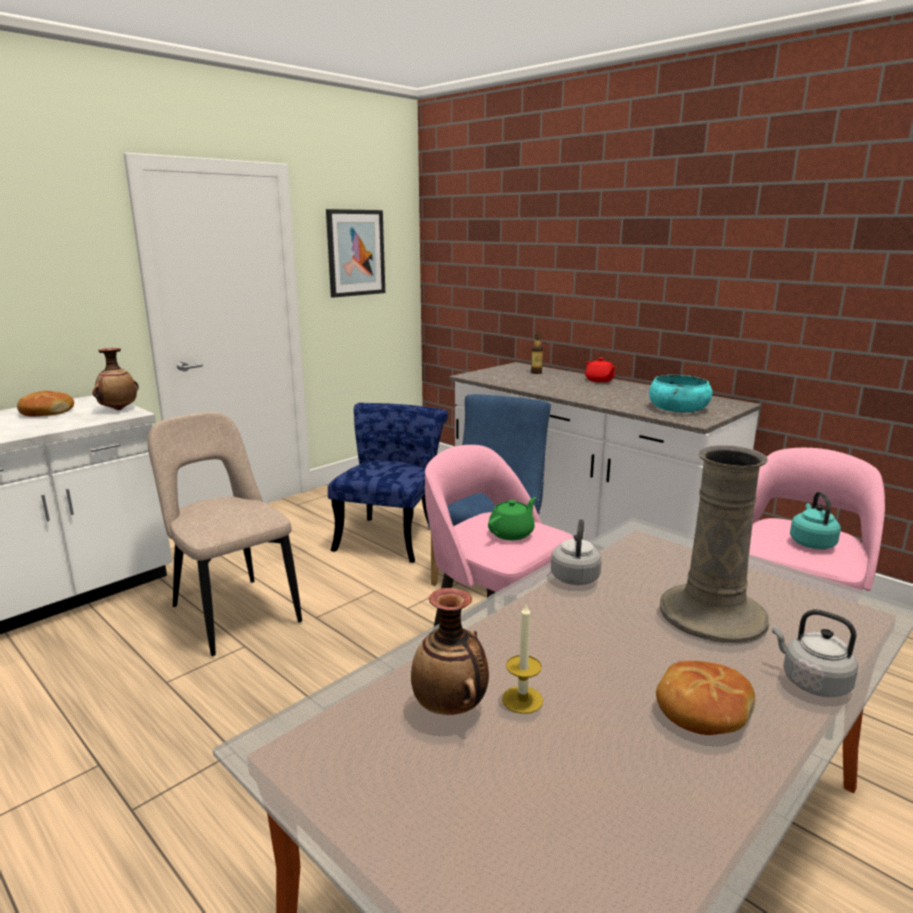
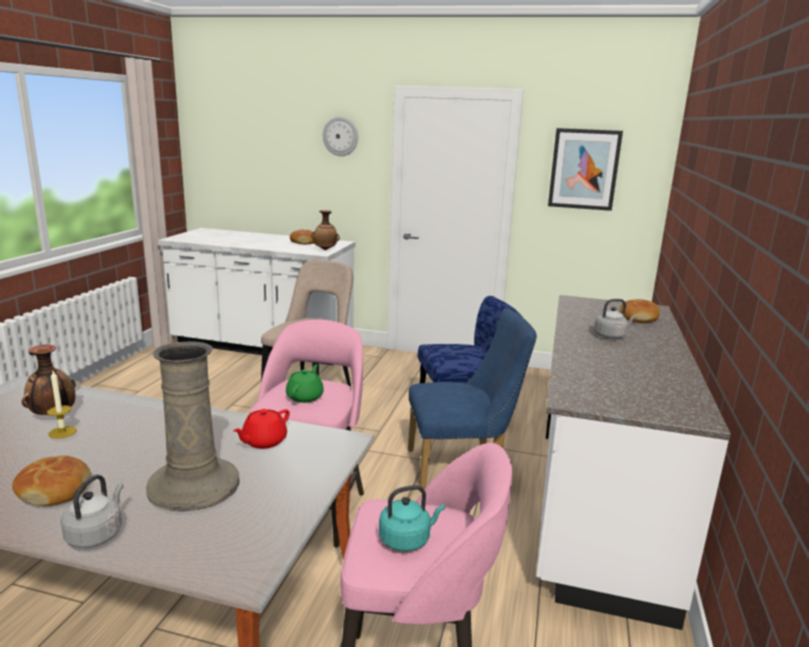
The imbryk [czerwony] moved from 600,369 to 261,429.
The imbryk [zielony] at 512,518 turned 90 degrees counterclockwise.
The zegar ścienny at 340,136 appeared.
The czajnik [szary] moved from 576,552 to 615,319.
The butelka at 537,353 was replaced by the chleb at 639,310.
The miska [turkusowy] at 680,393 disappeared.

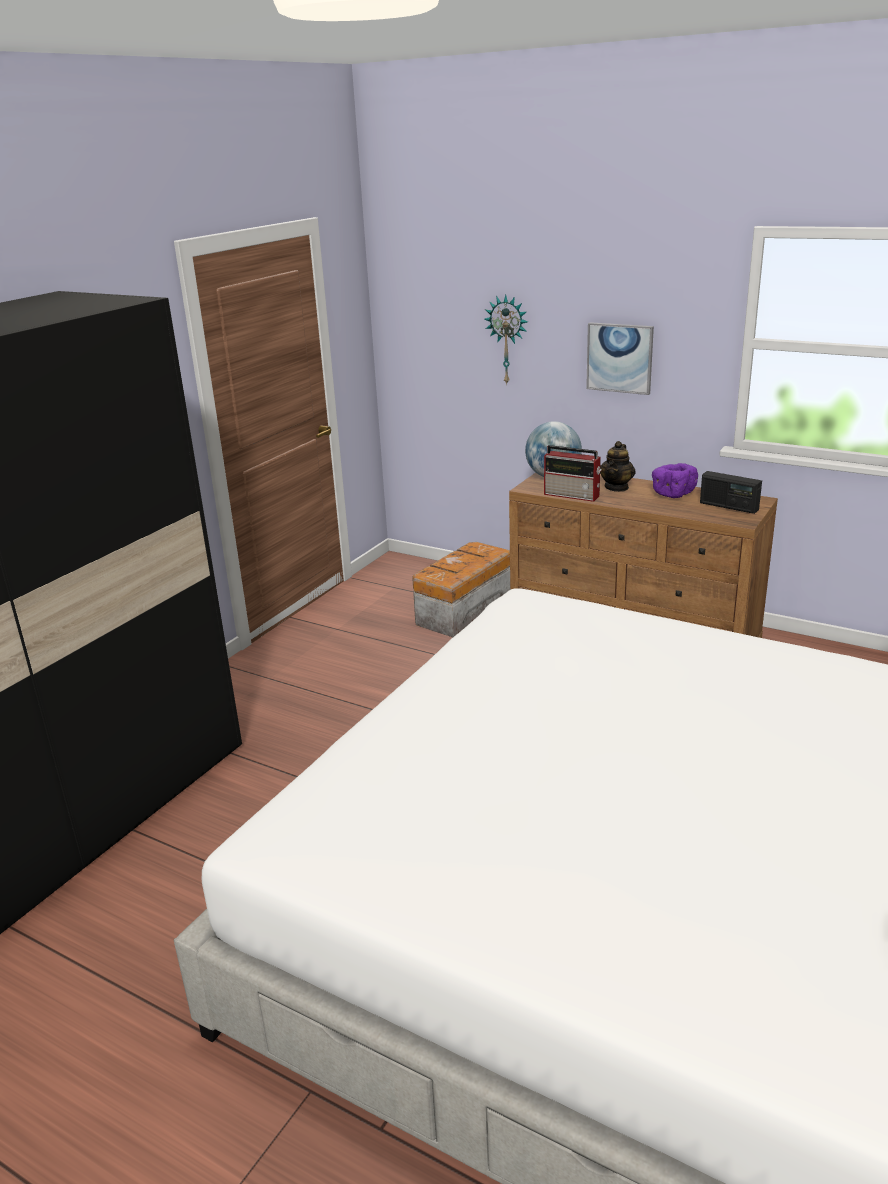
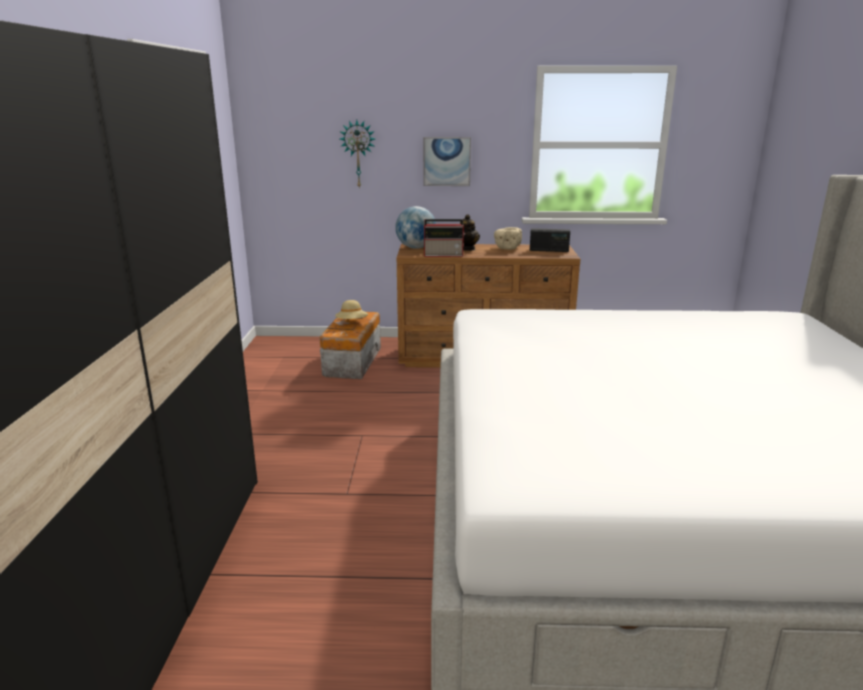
The kapelusz [beżowy] at 351,309 appeared.
The miska [fioletowy] at 675,480 became the miska [beżowy] at 508,238.

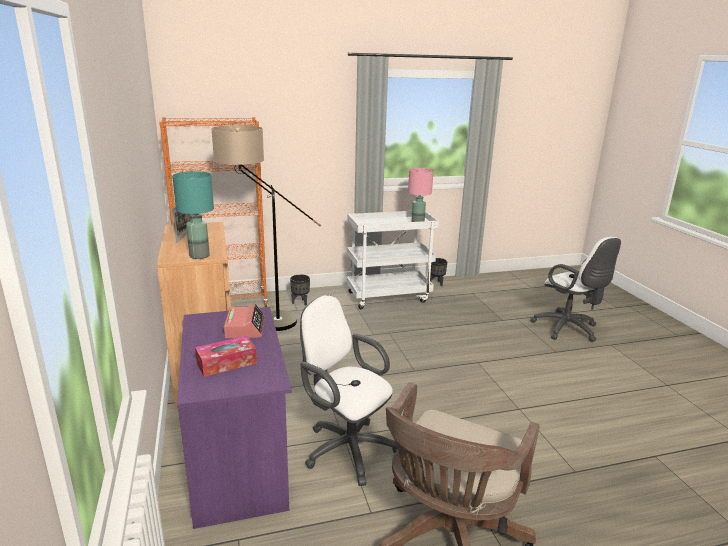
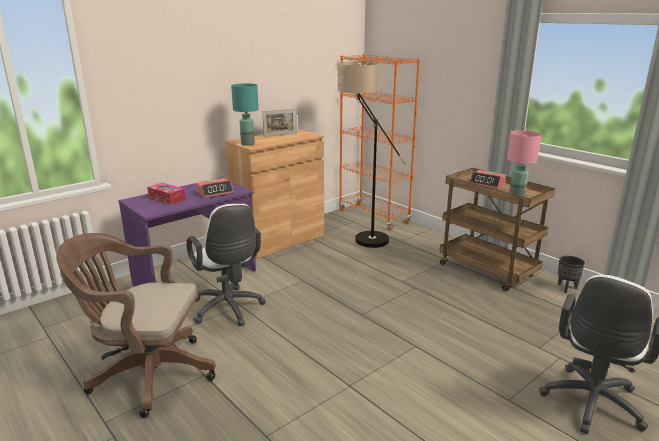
The krzesło biurowe [biały] at 349,390 turned 135 degrees clockwise.
The wózek [biały] at 393,260 became the wózek [brązowy] at 497,229.
The budzik at 487,179 appeared.
The donica [czarny] at 300,290 disappeared.

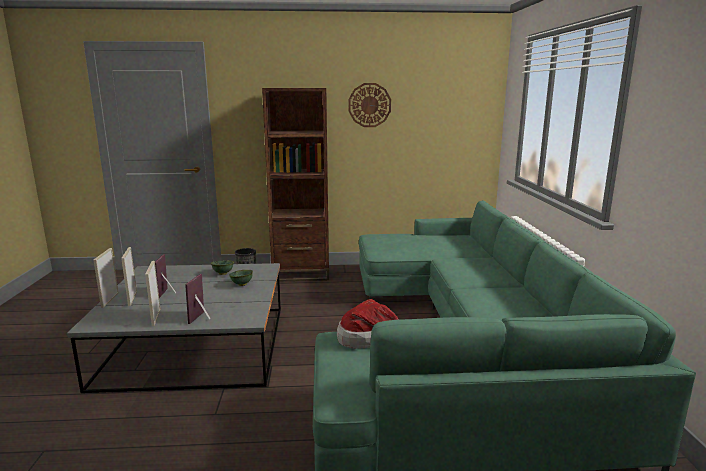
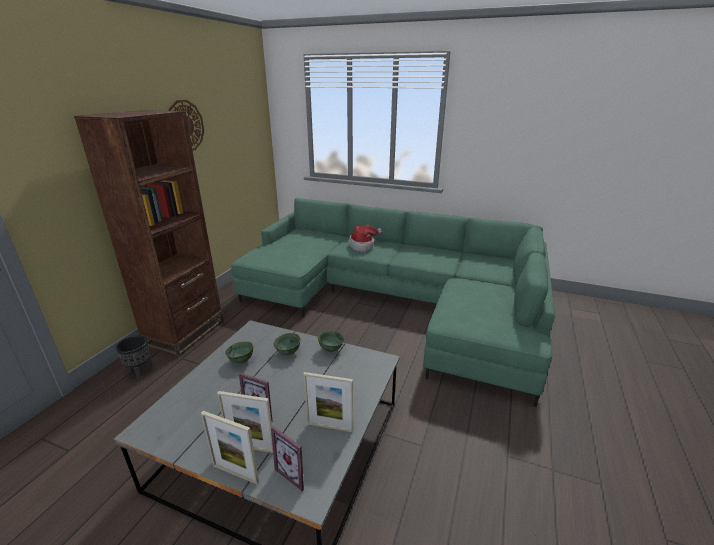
The ramka na zdjęcie moved from 198,299 to 287,458.
The miska [zielony] at 331,341 appeared.
The kapelusz moved from 368,324 to 365,238.

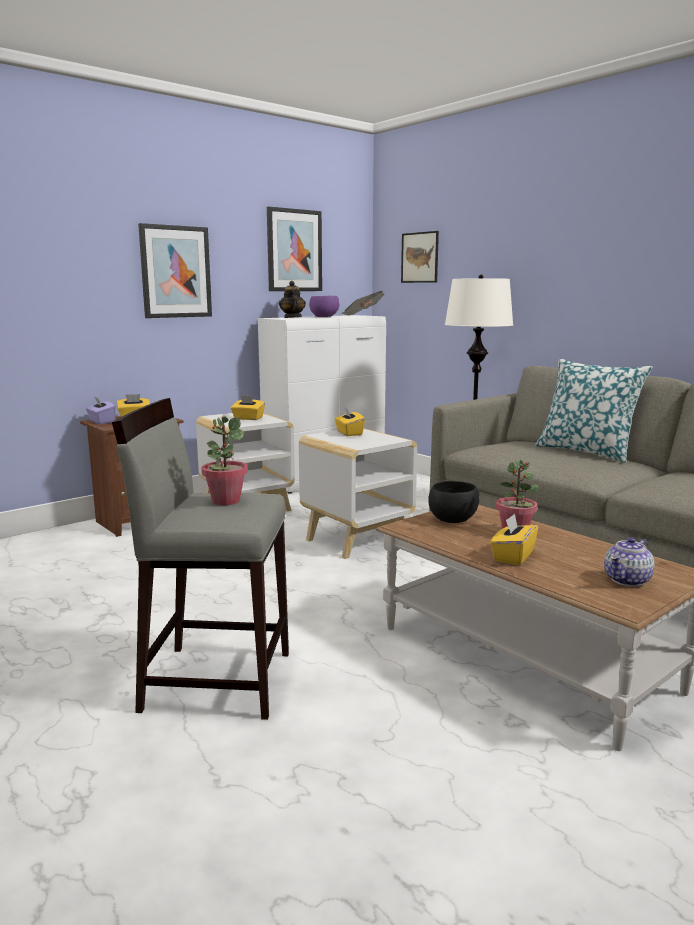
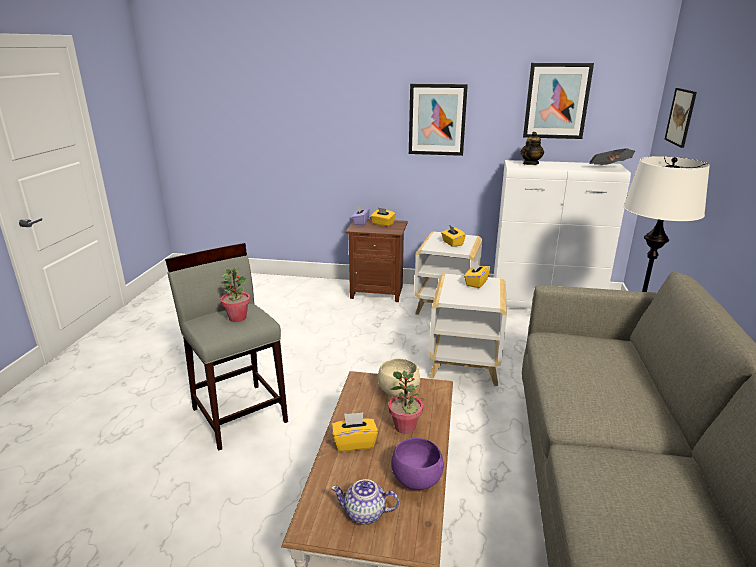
The miska [czarny] at 453,502 became the miska [beżowy] at 399,377.
The miska [fioletowy] moved from 324,306 to 418,464.
The poduszka at 593,411 disappeared.

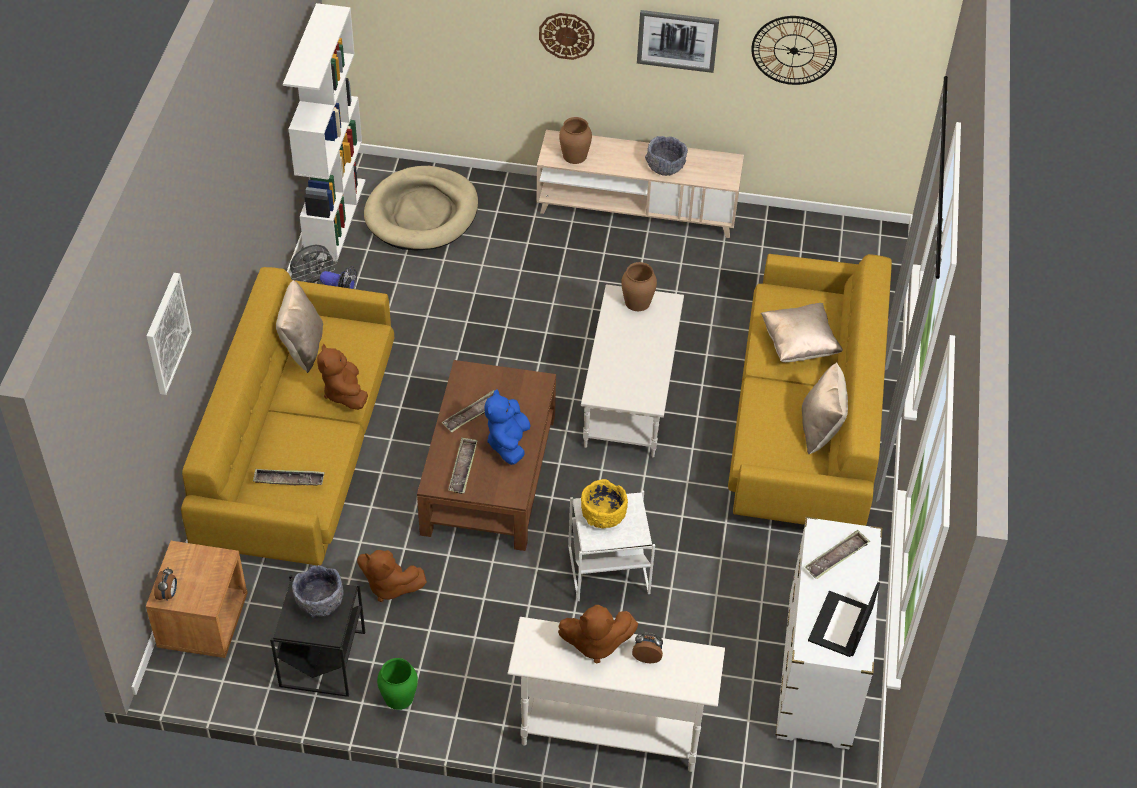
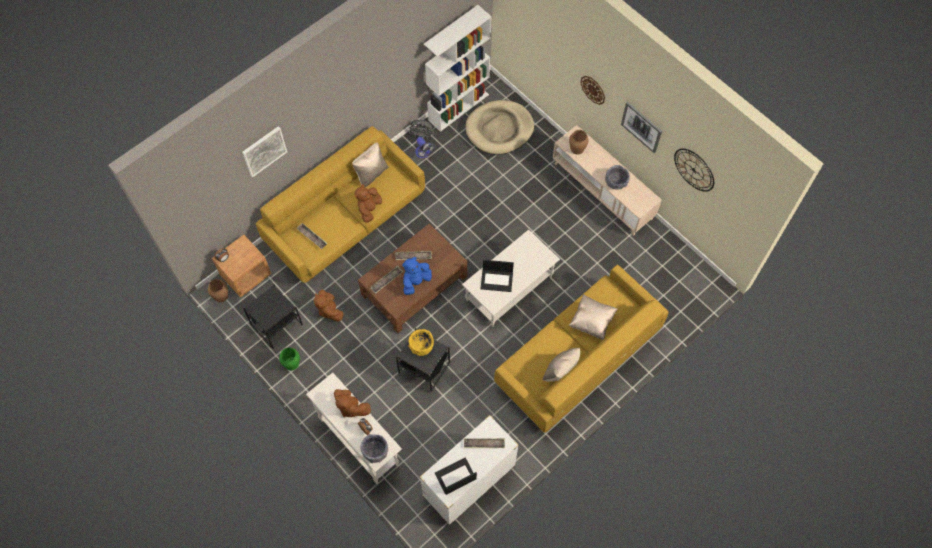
The wazon [brązowy] moved from 639,286 to 218,290.
The miska [szary] moved from 318,591 to 374,448.
The stolik [biały] at 611,545 became the stolik [czarny] at 423,360.
The laptop at 497,276 appeared.

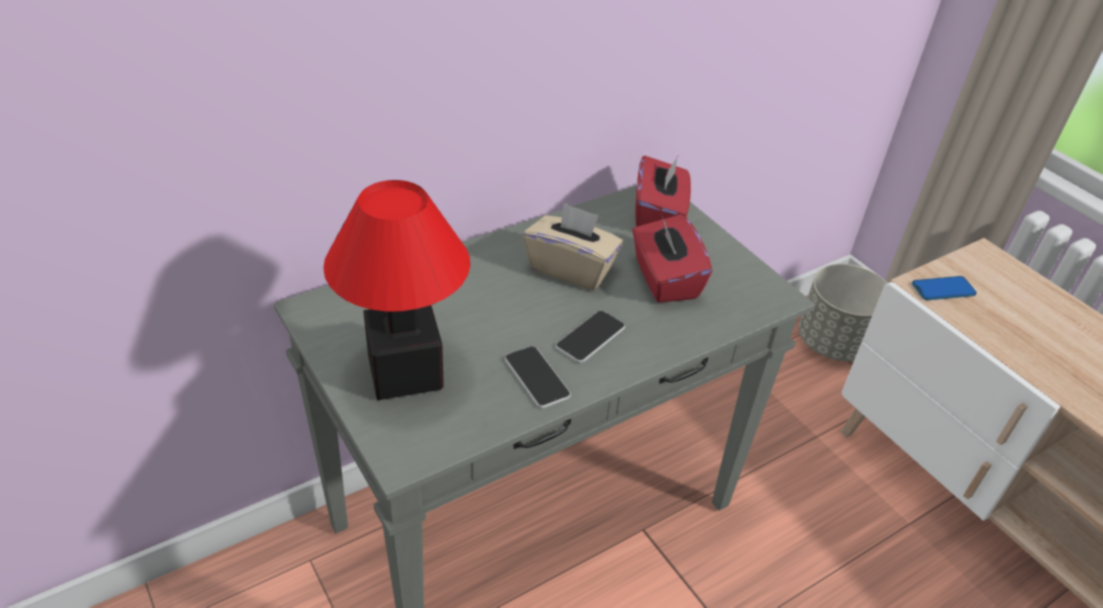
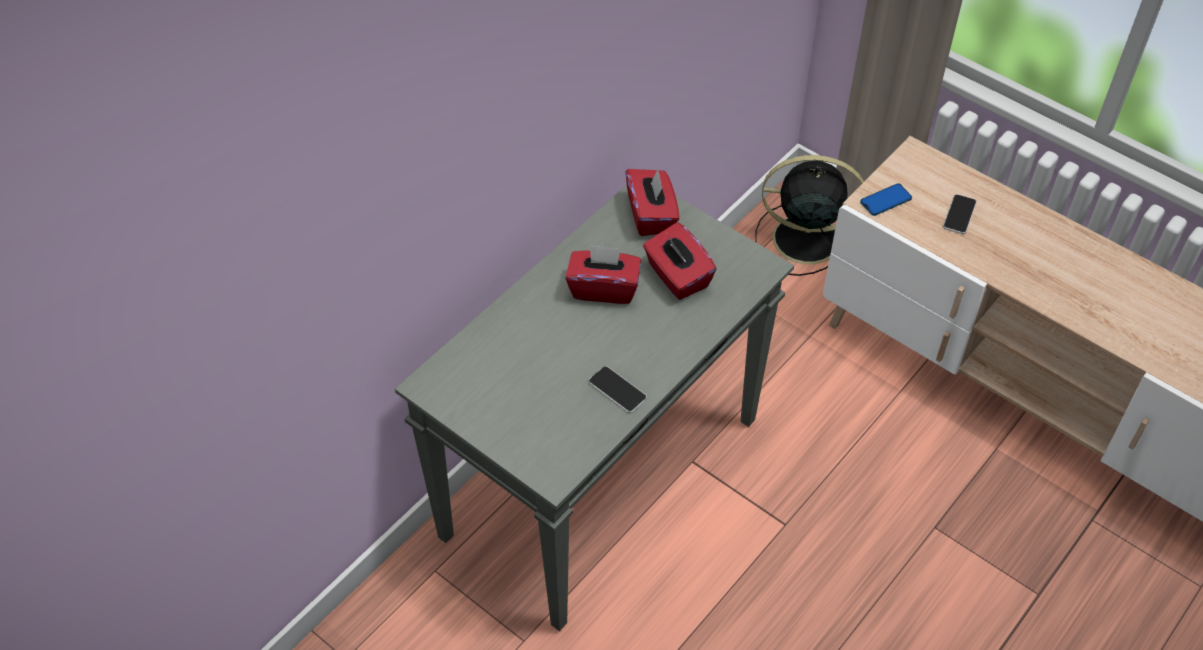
The pudełko chusteczek [beżowy] at 573,246 became the pudełko chusteczek [czerwony] at 603,274.
The donica [szary] at 842,313 was replaced by the wentylator [czarny] at 809,215.
The telefon moved from 590,336 to 960,214.
The lampa stołowa at 396,290 disappeared.

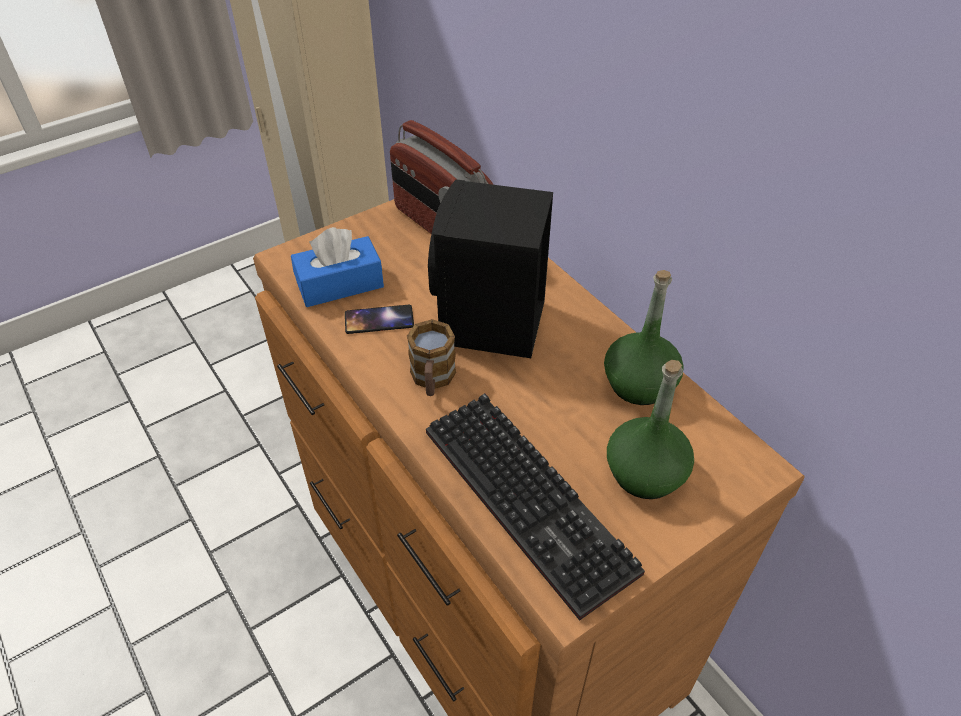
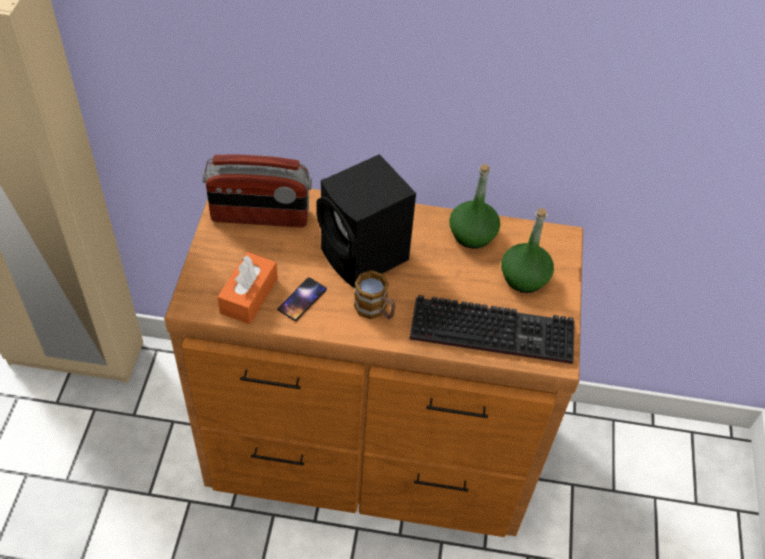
The pudełko chusteczek [niebieski] at 337,267 became the pudełko chusteczek [pomarańczowy] at 248,288.

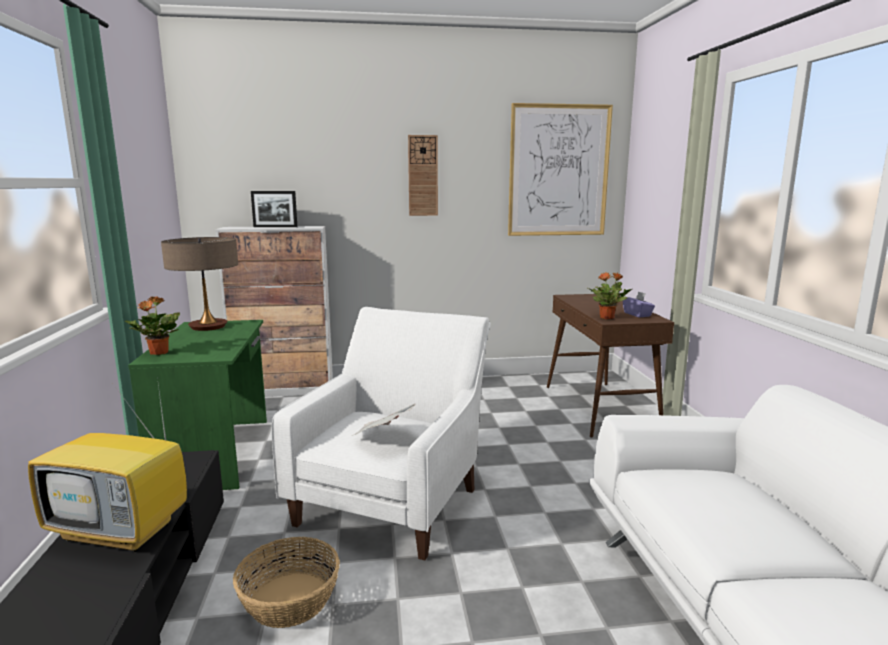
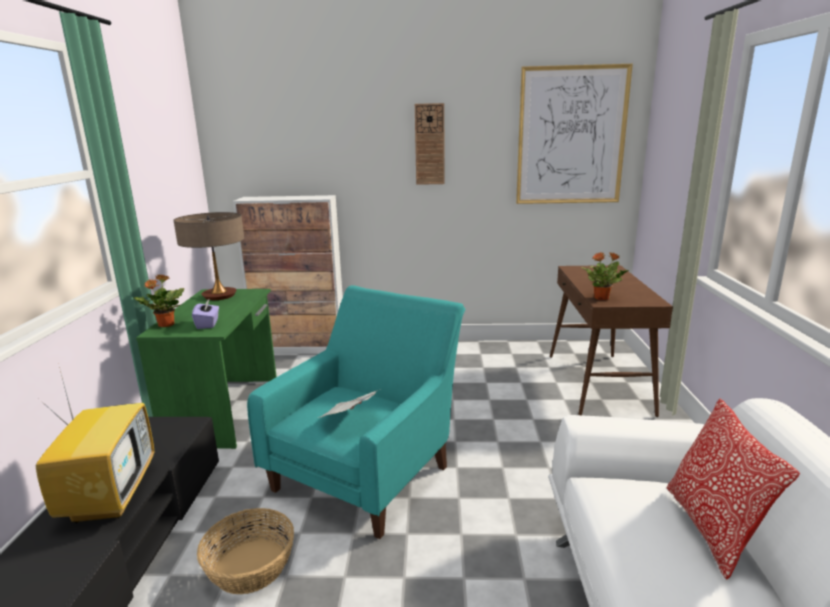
The telewizor at 107,465 turned 120 degrees counterclockwise.
The pudełko chusteczek [fioletowy] moved from 639,304 to 205,313.
The fotel [biały] at 381,433 became the fotel [turkusowy] at 356,412.
The poduszka at 733,489 appeared.
The ramka na zdjęcie at 274,209 disappeared.

